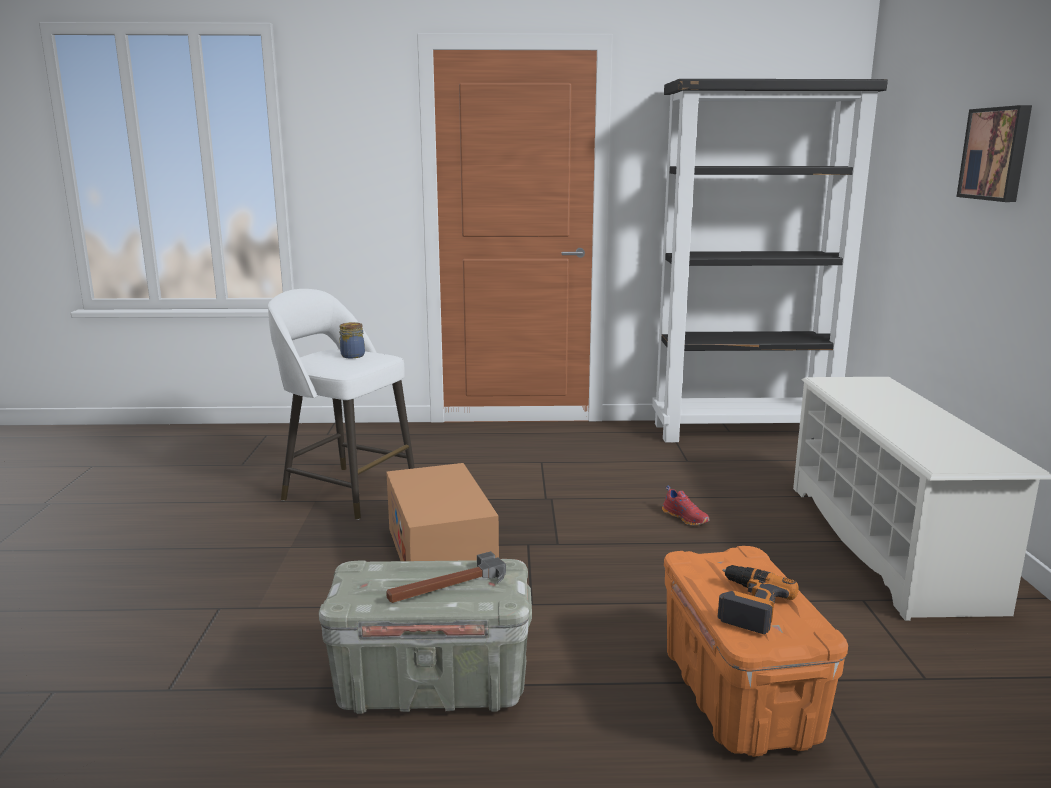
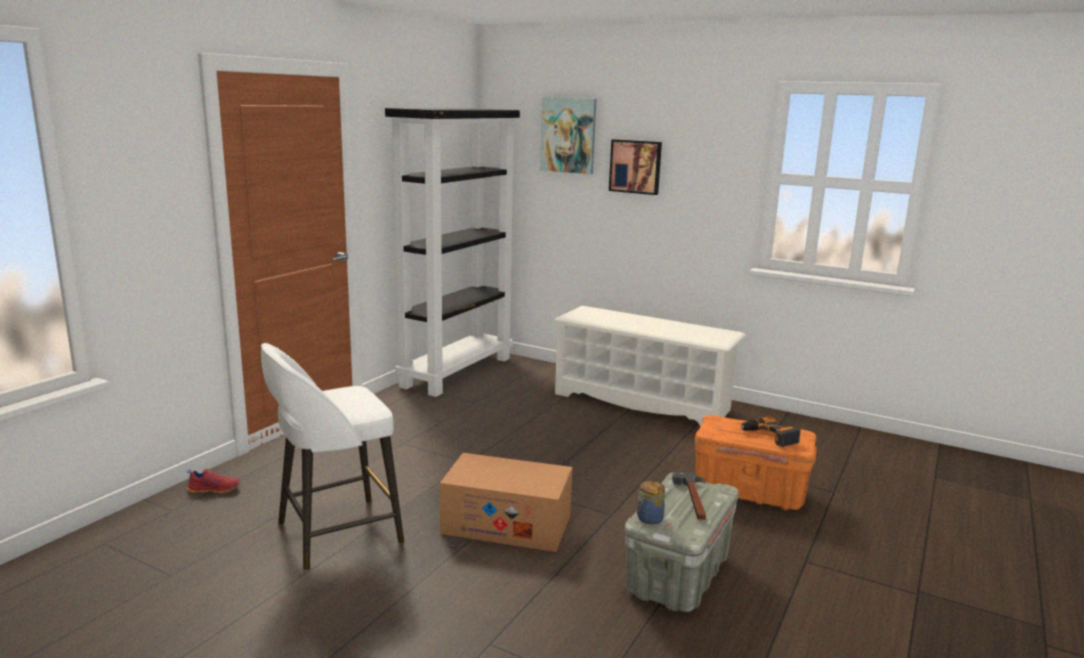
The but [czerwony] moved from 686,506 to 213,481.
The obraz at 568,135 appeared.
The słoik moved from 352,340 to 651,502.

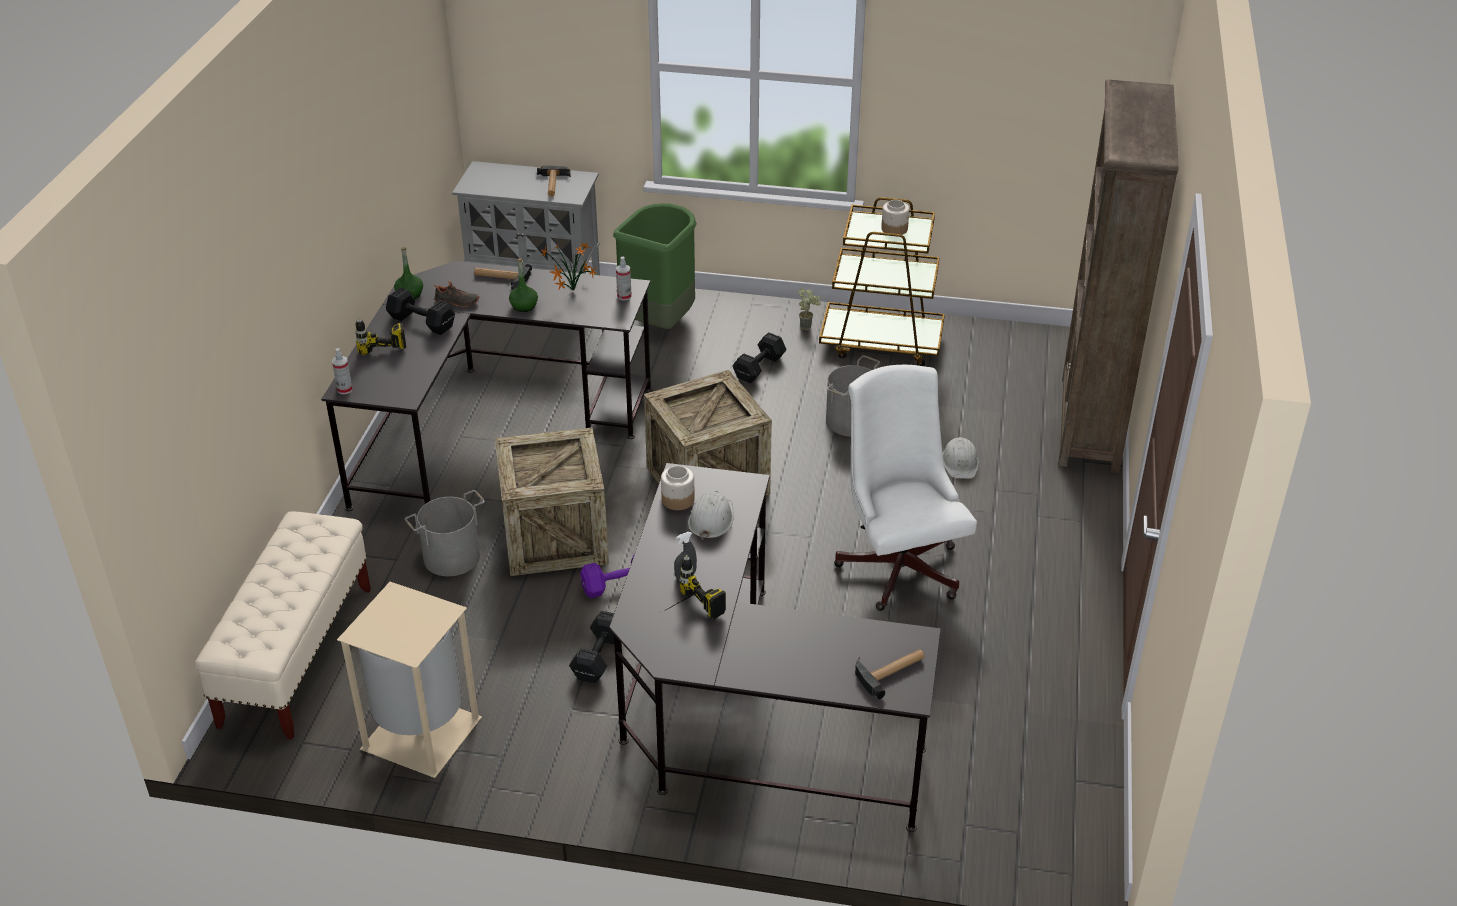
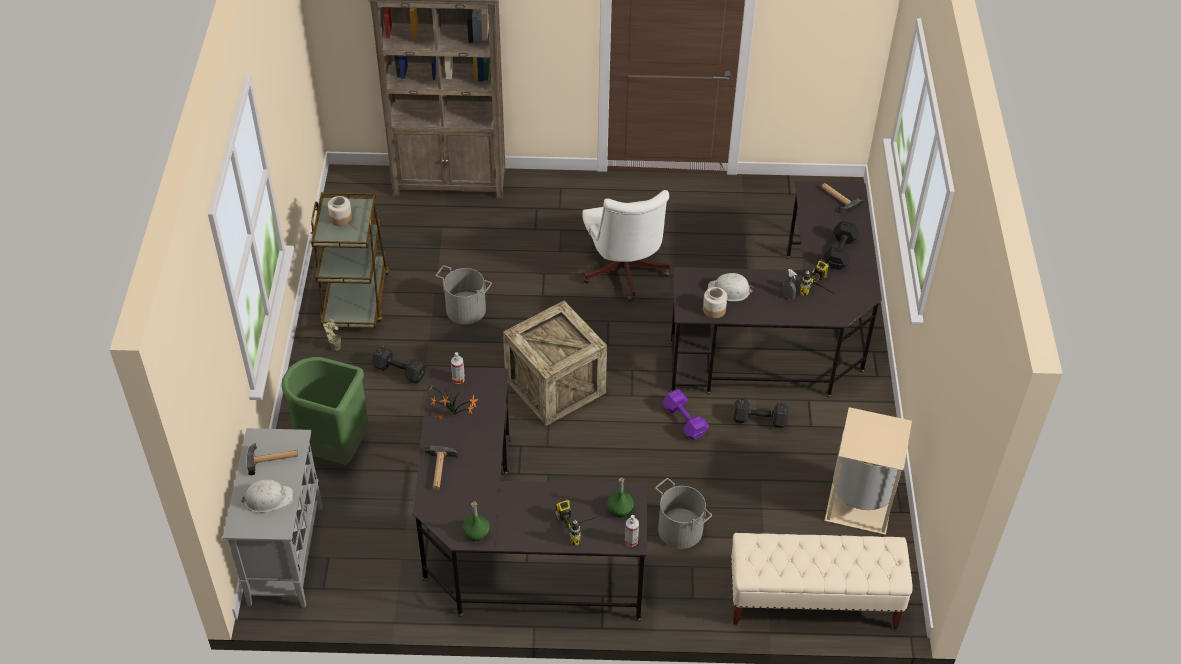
The kask [biały] moved from 960,458 to 266,496.
The krzesło biurowe [biały] at 905,488 turned 75 degrees counterclockwise.
The butelka [zielony] moved from 523,285 to 620,497.
The hantel [czarny] moved from 420,311 to 841,245.
The but [czarny] at 456,294 disappeared.
The skrzynka at 552,502 disappeared.

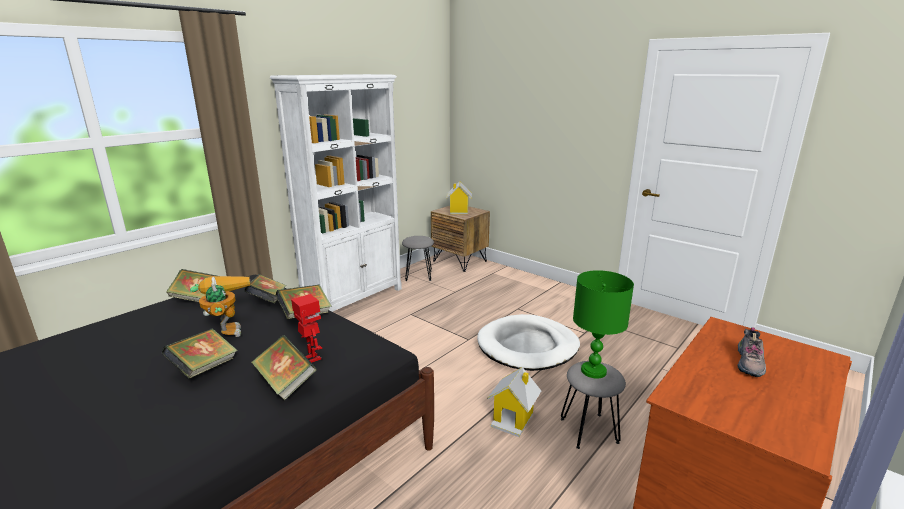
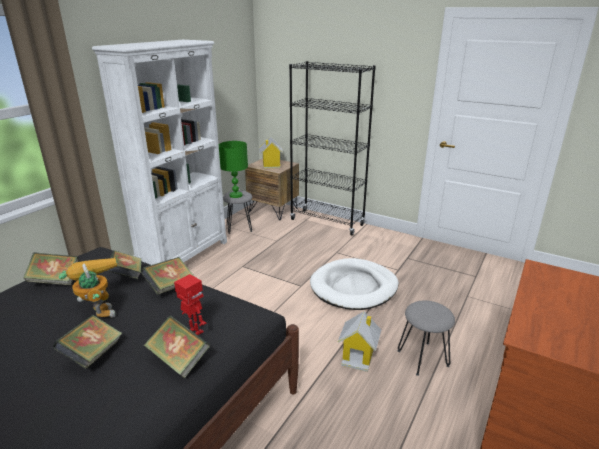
The lampa stołowa [zielony] moved from 603,324 to 233,169.
The regał [czarny] at 332,148 appeared.
The but at 751,352 disappeared.

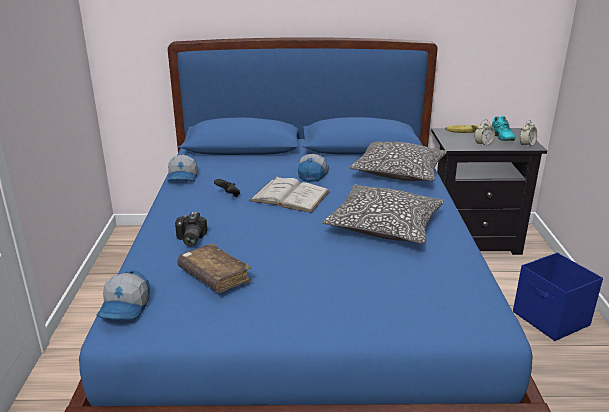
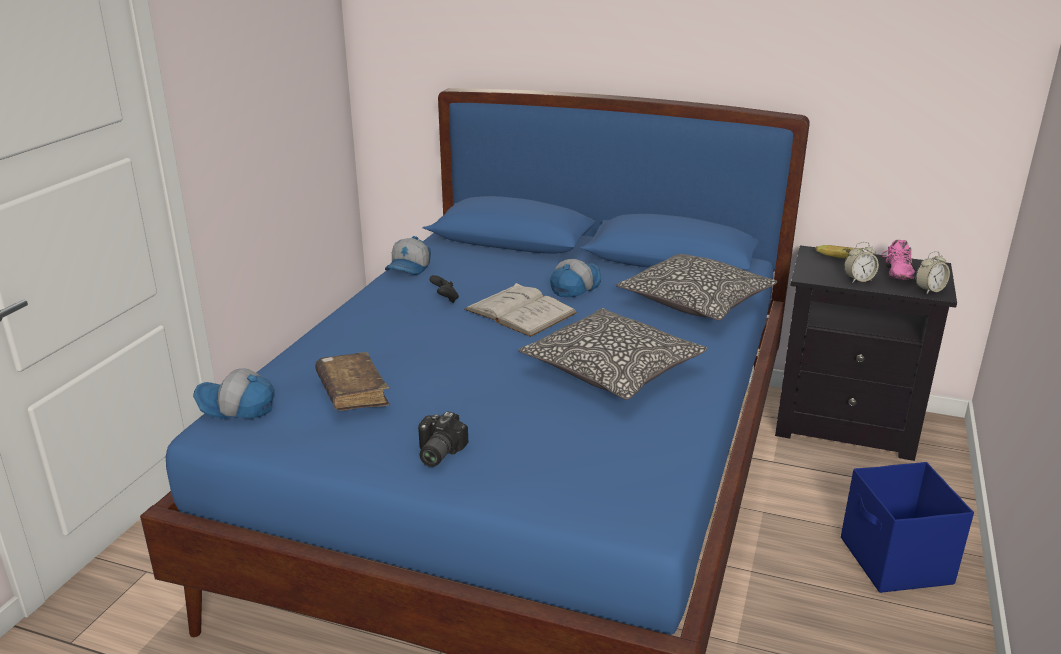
The czapka z daszkiem at 123,294 turned 75 degrees clockwise.
The aparat fotograficzny moved from 191,229 to 443,439.
The but [turkusowy] at 503,128 became the but [różowy] at 898,260.

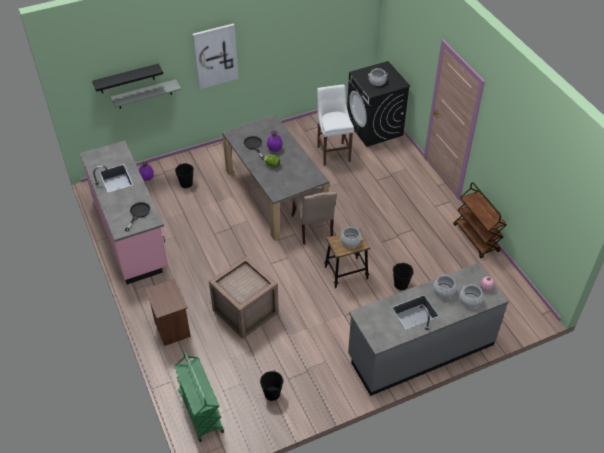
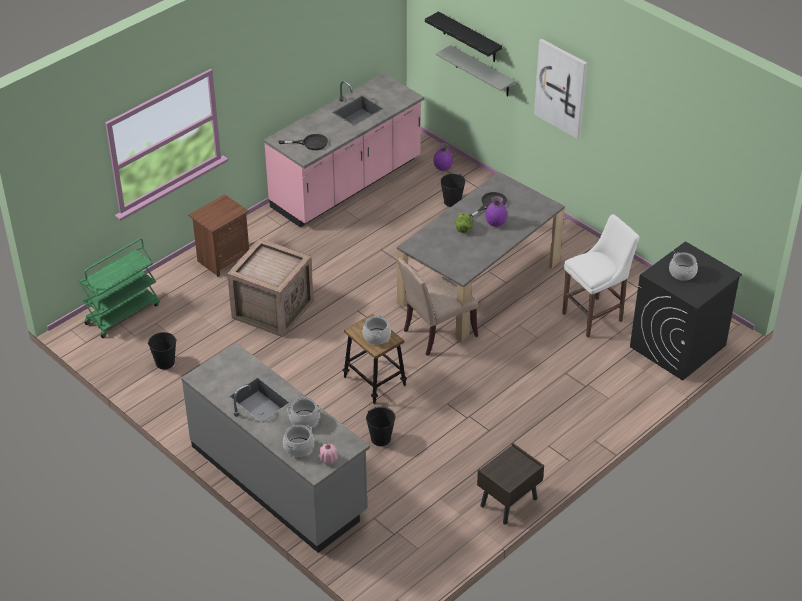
The wózek [brązowy] at 480,220 was replaced by the szafka nocna [brązowy] at 510,484.

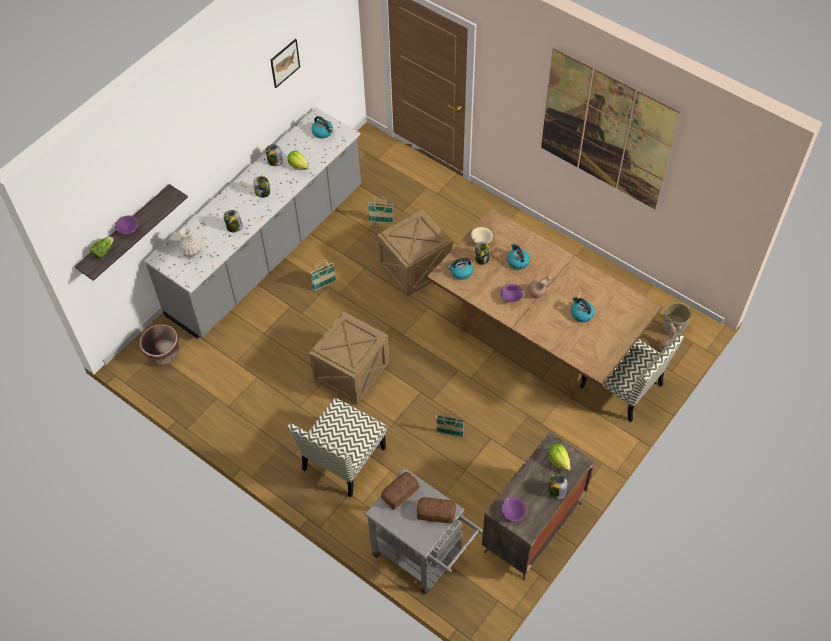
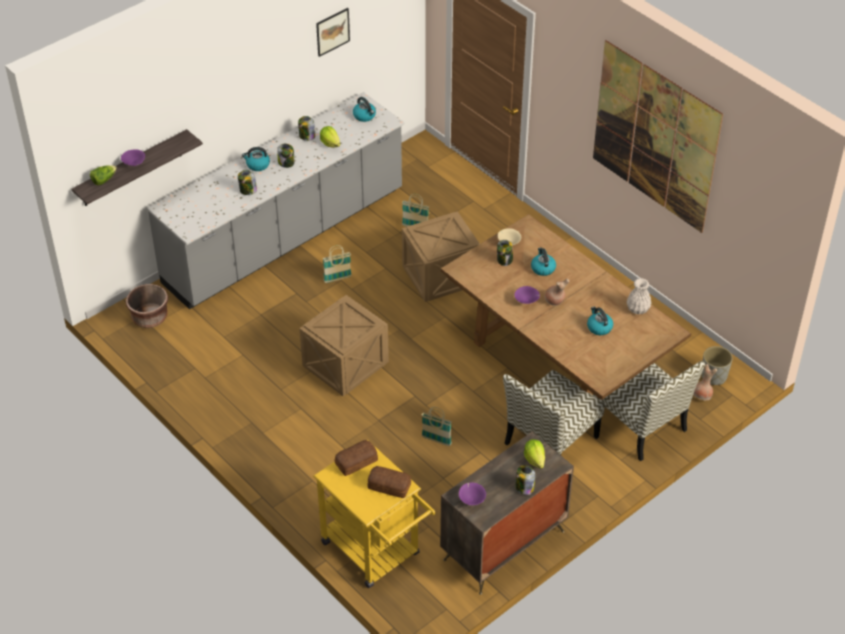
The czajnik moved from 460,269 to 256,159.
The wózek [szary] at 423,531 became the wózek [żółty] at 374,516.
The krzesło moved from 337,448 to 554,412.
The wazon [biały] moved from 190,241 to 639,296.

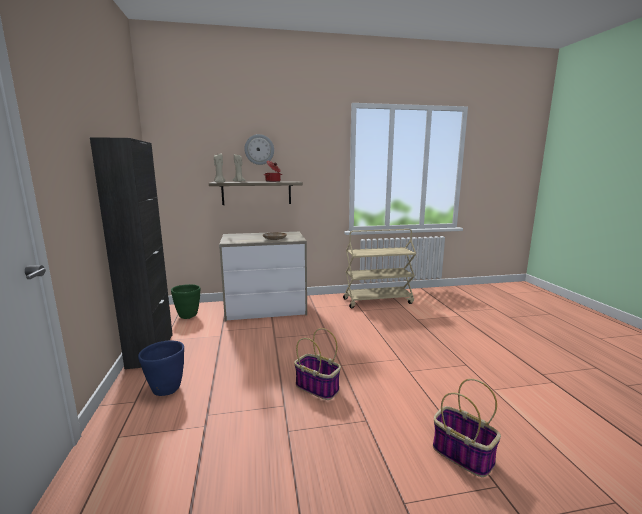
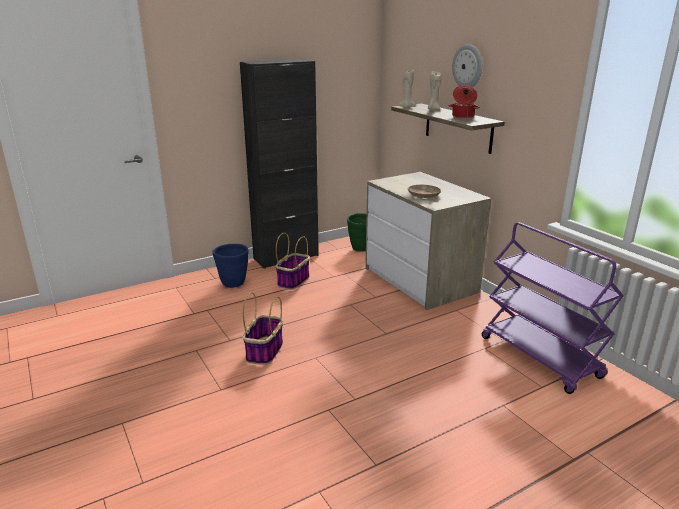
The koszyk moved from 467,428 to 293,261.
The wózek [beżowy] at 379,268 became the wózek [fioletowy] at 553,308.

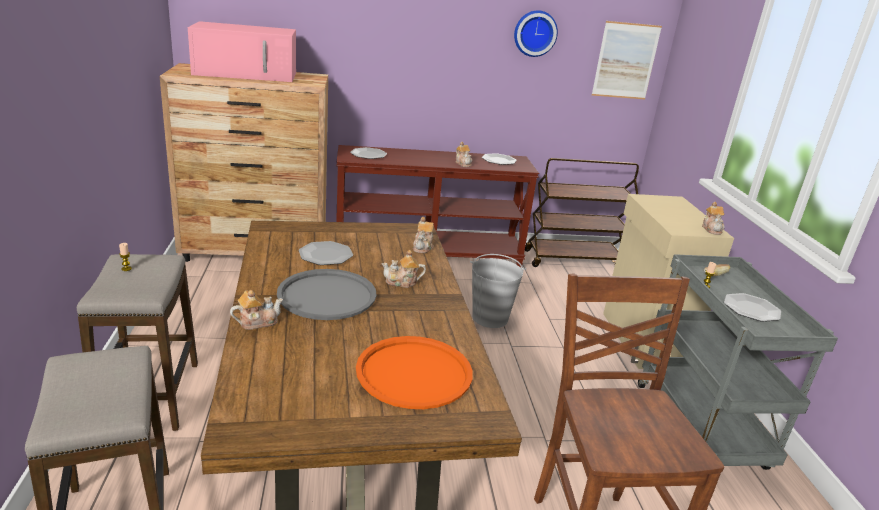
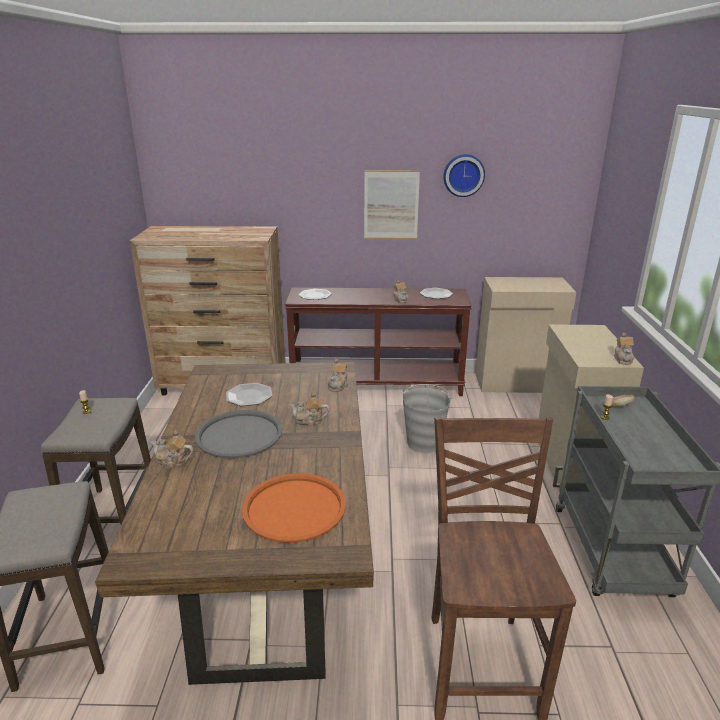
The imbryk at 256,310 turned 150 degrees counterclockwise.
The obraz moved from 627,60 to 392,204.
The wózek [brązowy] at 582,212 was replaced by the szafka [beżowy] at 525,335.
The mikrofalówka [różowy] at 242,51 disappeared.
The talerz at 752,307 disappeared.

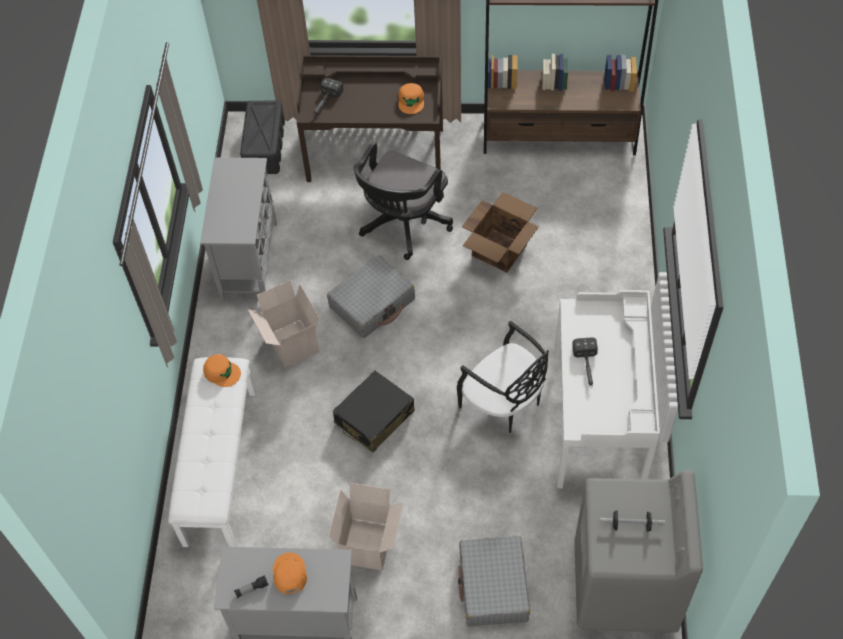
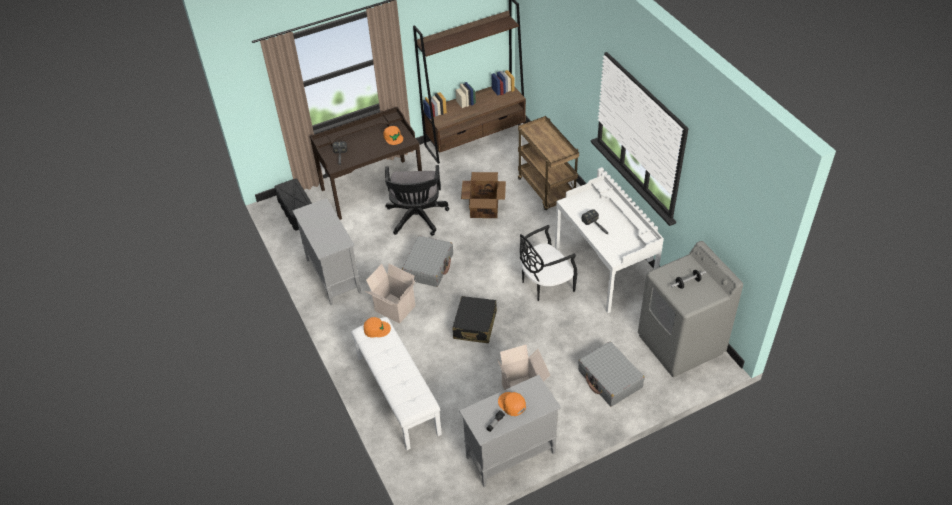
The wózek [brązowy] at 548,163 appeared.
The krzesło [czarny] at 503,377 turned 135 degrees clockwise.

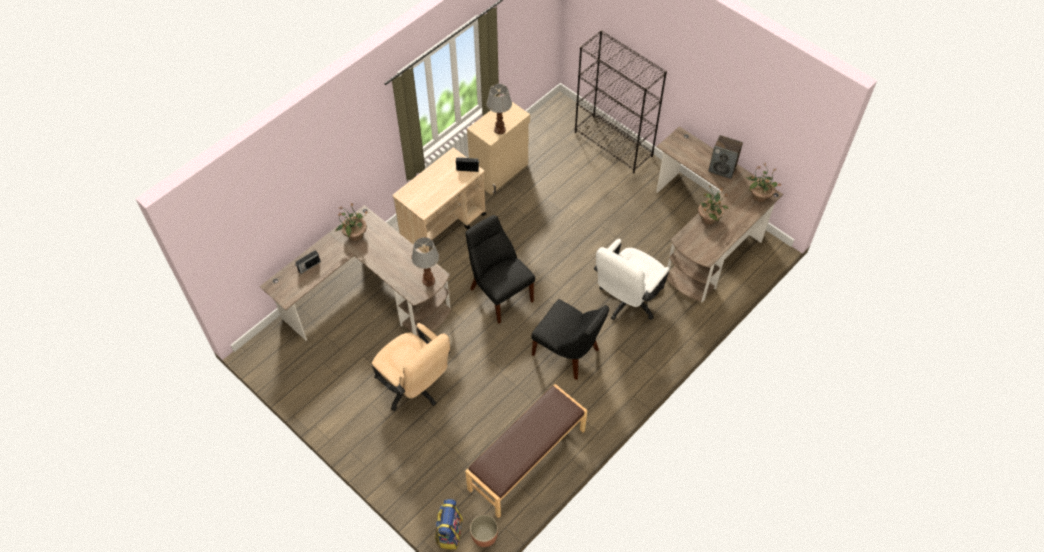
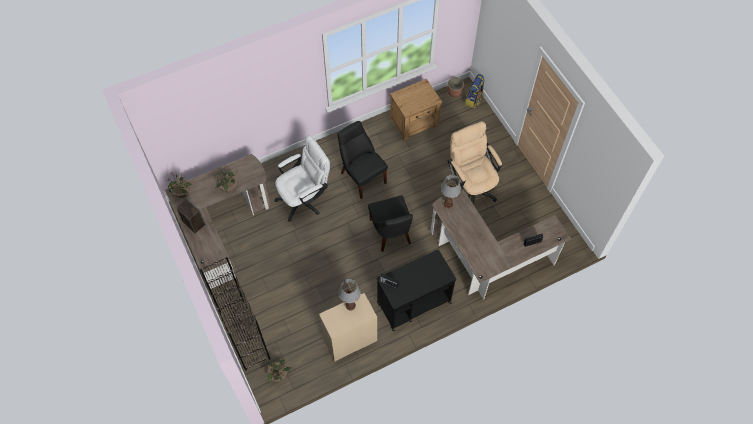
The roślina doniczkowa moved from 351,222 to 277,369.
The wózek [beżowy] at 439,200 became the wózek [czarny] at 416,290.
The ławka [brązowy] at 526,451 was replaced by the szafka nocna [brązowy] at 416,110.

